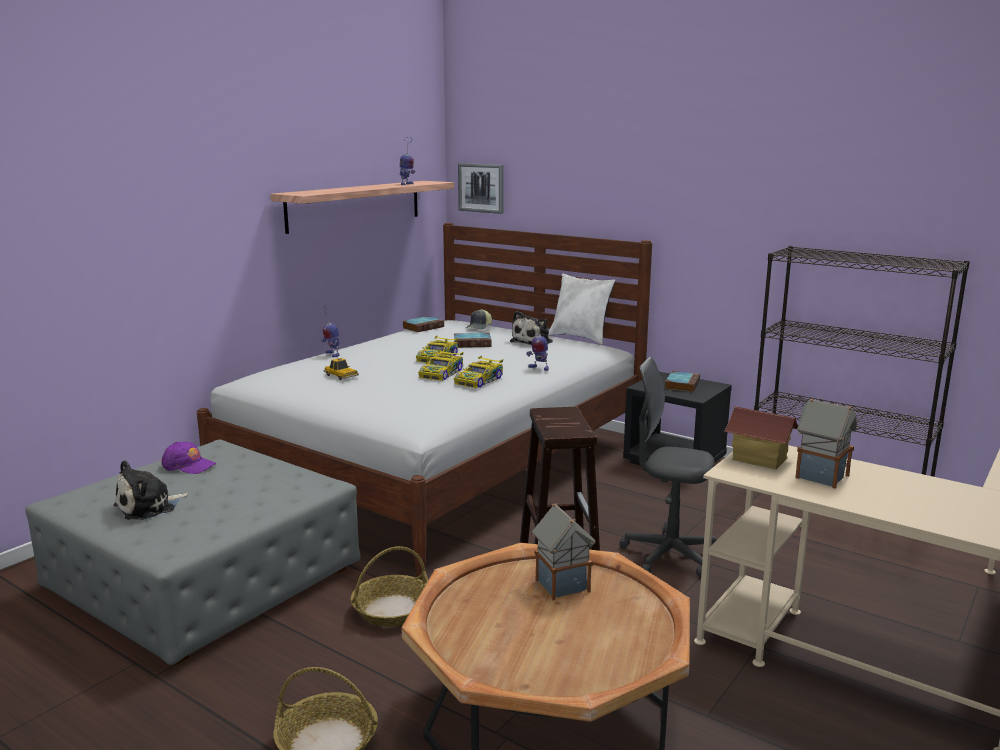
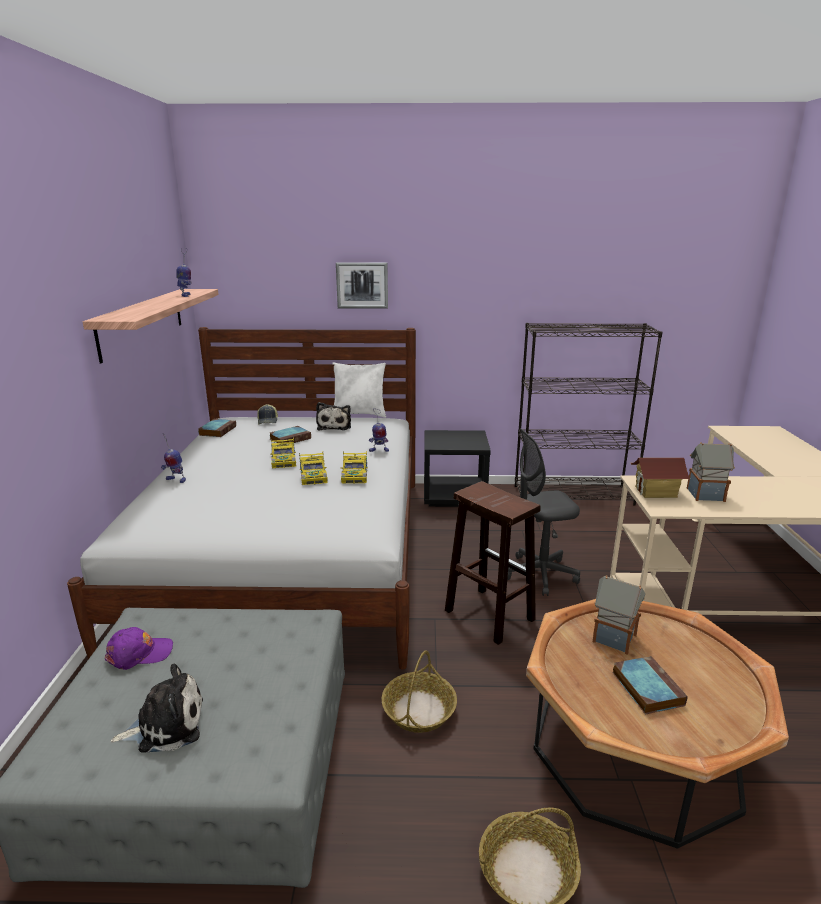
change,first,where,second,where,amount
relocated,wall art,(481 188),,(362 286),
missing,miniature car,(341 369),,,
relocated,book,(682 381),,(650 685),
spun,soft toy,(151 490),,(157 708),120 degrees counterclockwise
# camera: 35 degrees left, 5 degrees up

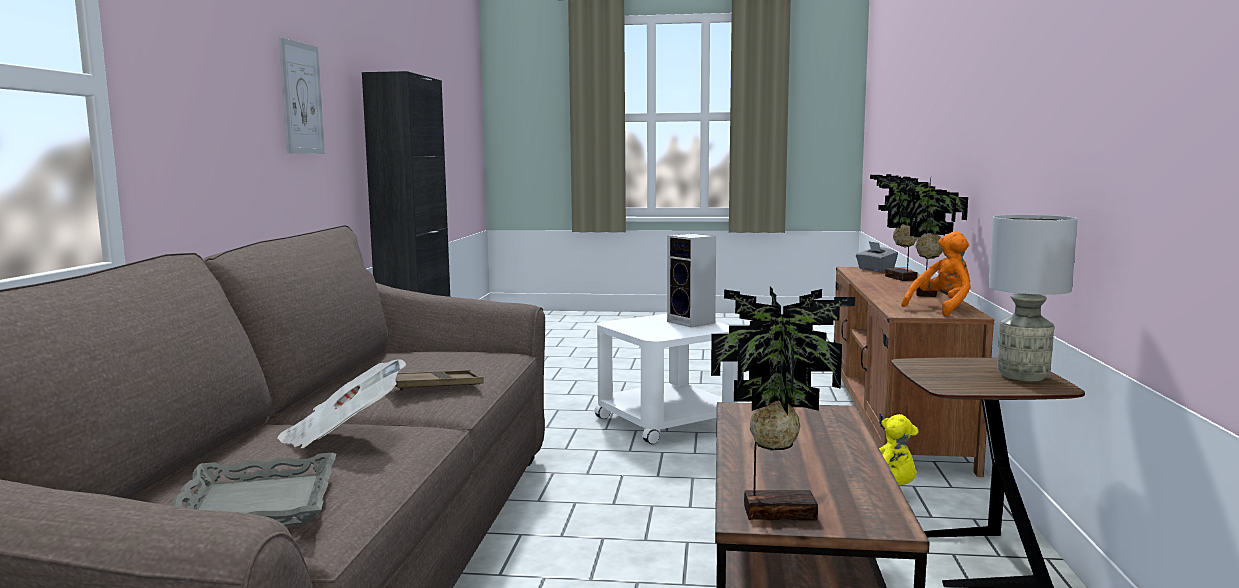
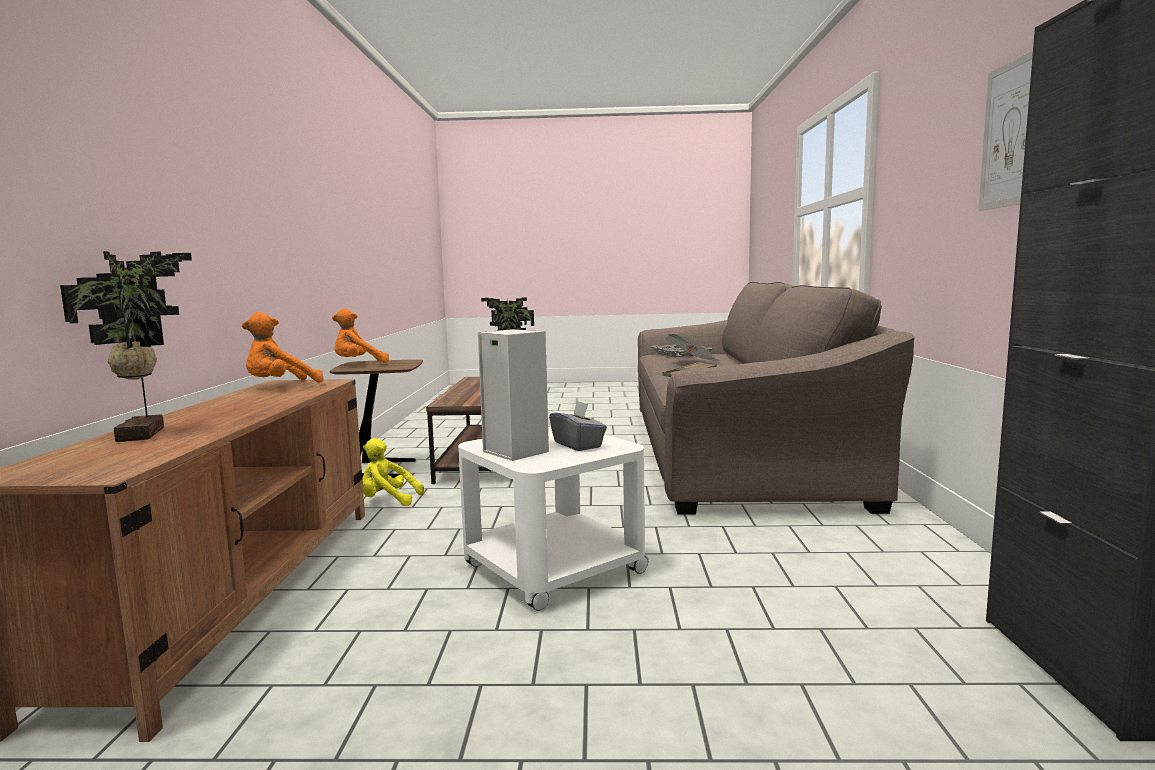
change,first,where,second,where,amount
missing,houseplant,(929 237),,,
exchanged,greyish tabletop lamp,(1033 298),orange soft toy,(360 335),
relocated,greyish box of tissues,(877 256),,(578 426),
# camera: 175 degrees right, 0 degrees up

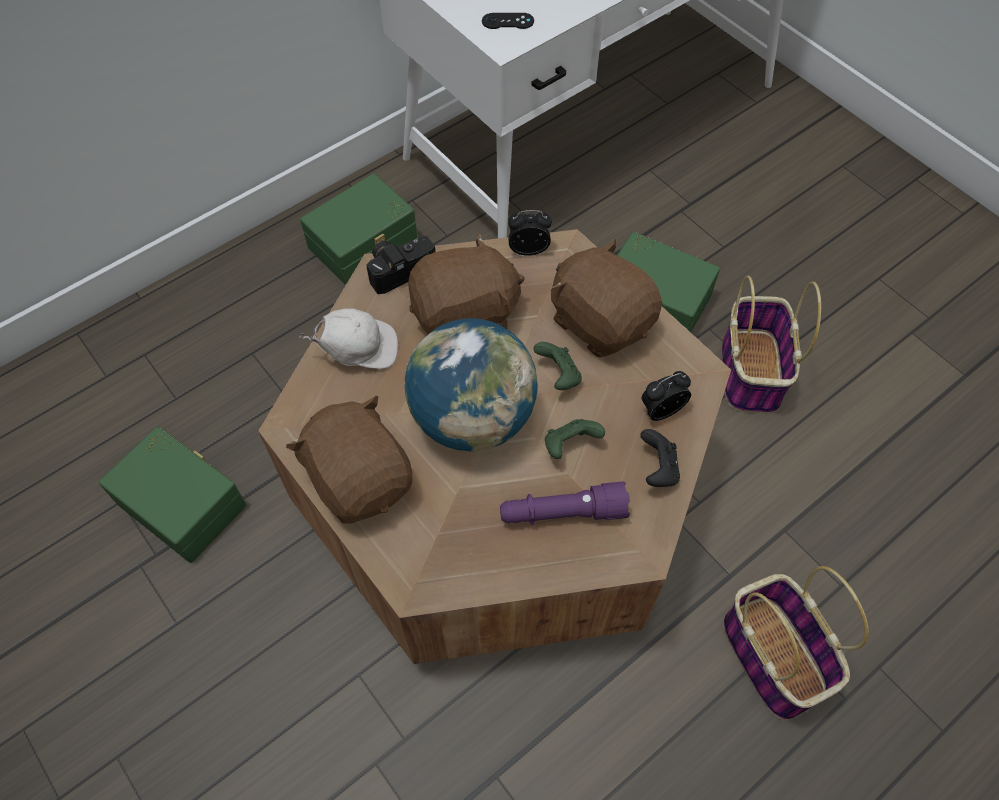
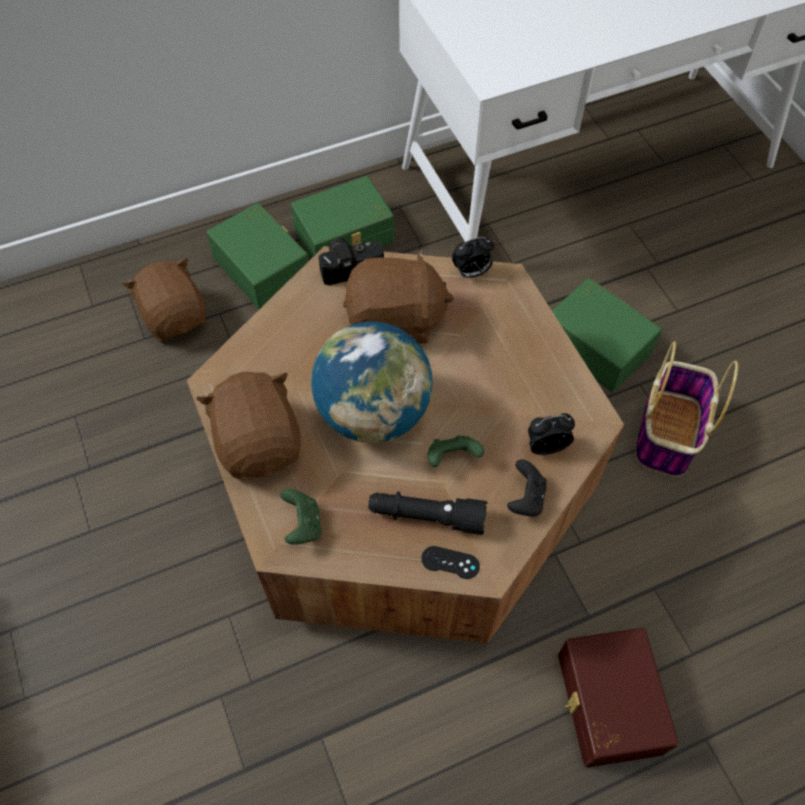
change,first,where,second,where,amount
relocated,black game controller,(508 21),,(450 562),
spun,bedside clock,(530 233),,(473 257),150 degrees clockwise
relocated,brown-coloured soft toy,(606 298),,(164 300),
missing,white-coloured peaked cap,(348 339),,,
relocated,green game controller,(558 366),,(301 517),
relocated,green storage box,(172 495),,(257 256),
colour,purple flashlight,(565 503),black flashlight,(428 513),
exchanged,storage basket,(796 643),brown-coloured storage box,(618 698),
# camera: 15 degrees right, 0 degrees up

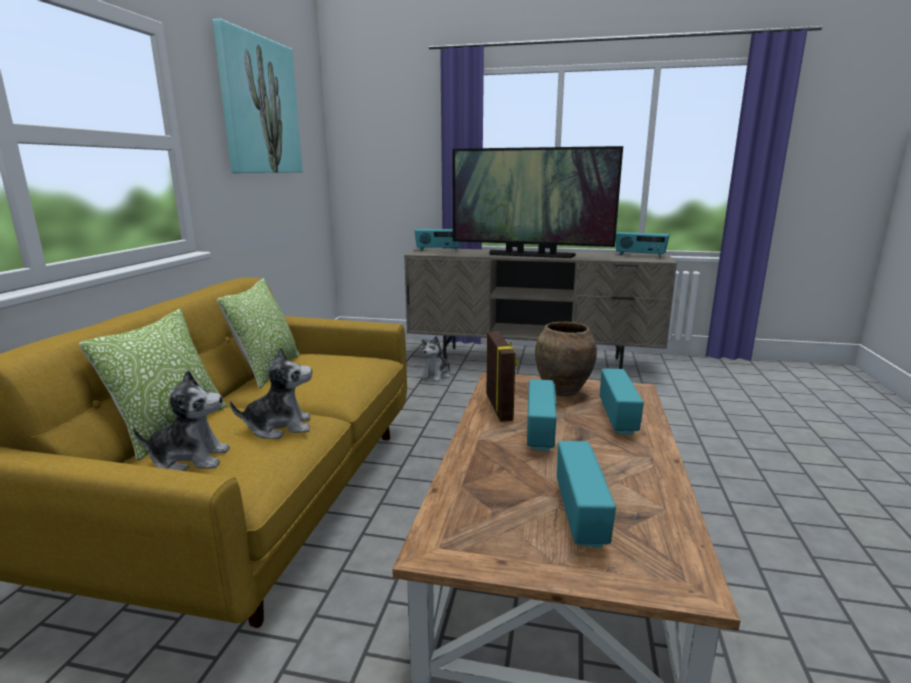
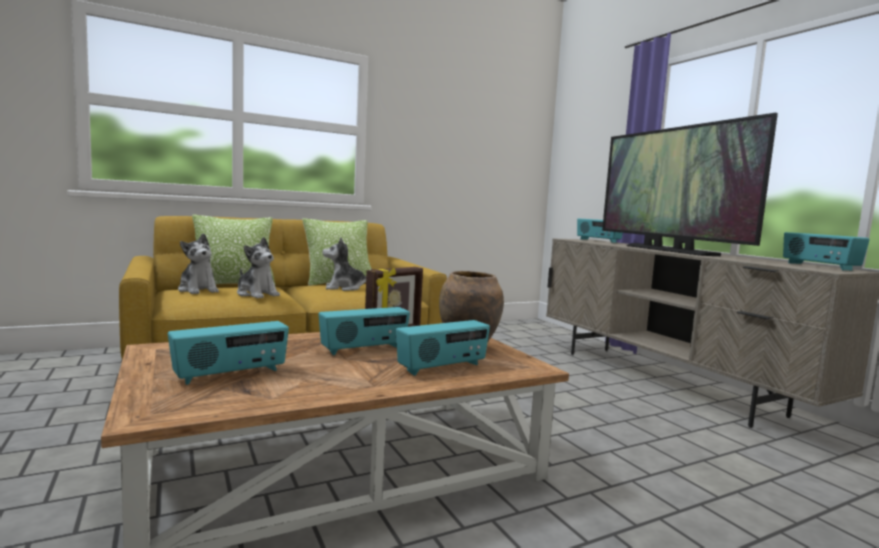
change,first,where,second,where,amount
missing,wall art,(258 96),,,
relocated,soft toy,(436 359),,(347 264),
# camera: 50 degrees right, 10 degrees down

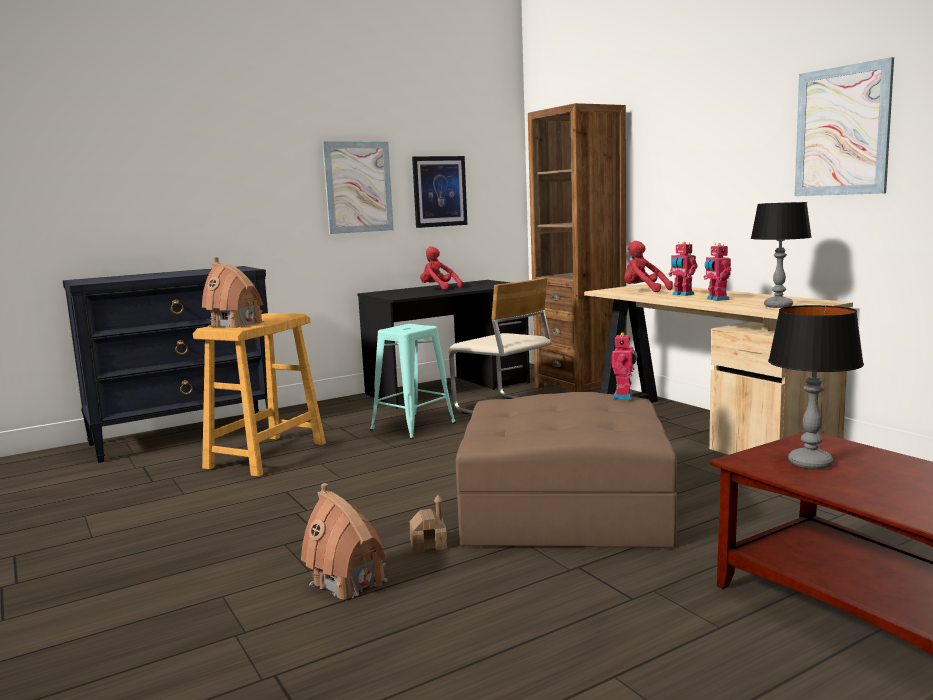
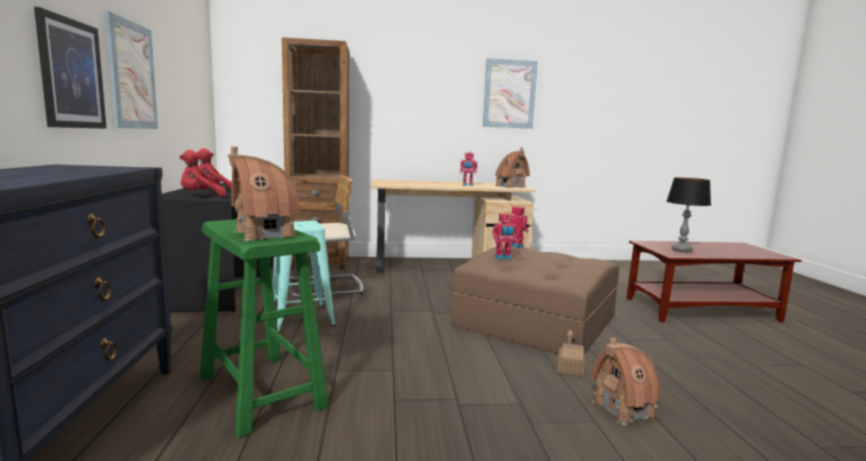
change,first,where,second,where,amount
relocated,wall art,(439 192),,(70 68),
exchanged,tabletop lamp,(781 255),miniature house,(512 168),
relocated,reddish soft toy,(648 266),,(202 173),
relocated,model robot,(683 269),,(504 235),
colour,sand-coloured stool,(259 395),green stool,(264 328),
# camera: 65 degrees left, 0 degrees up

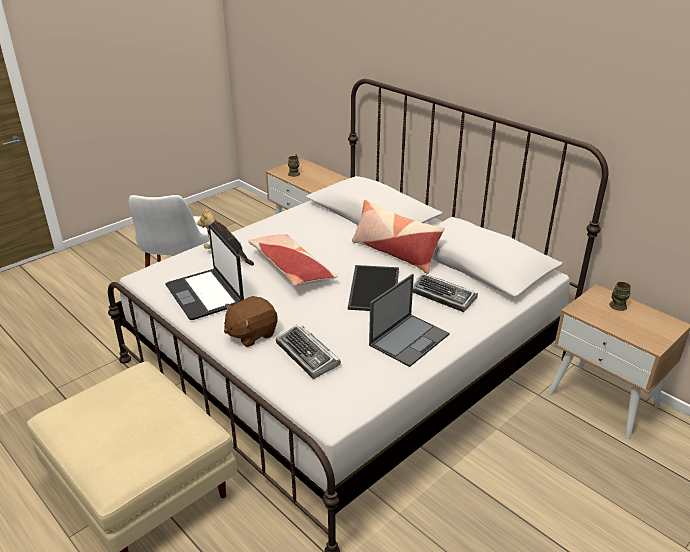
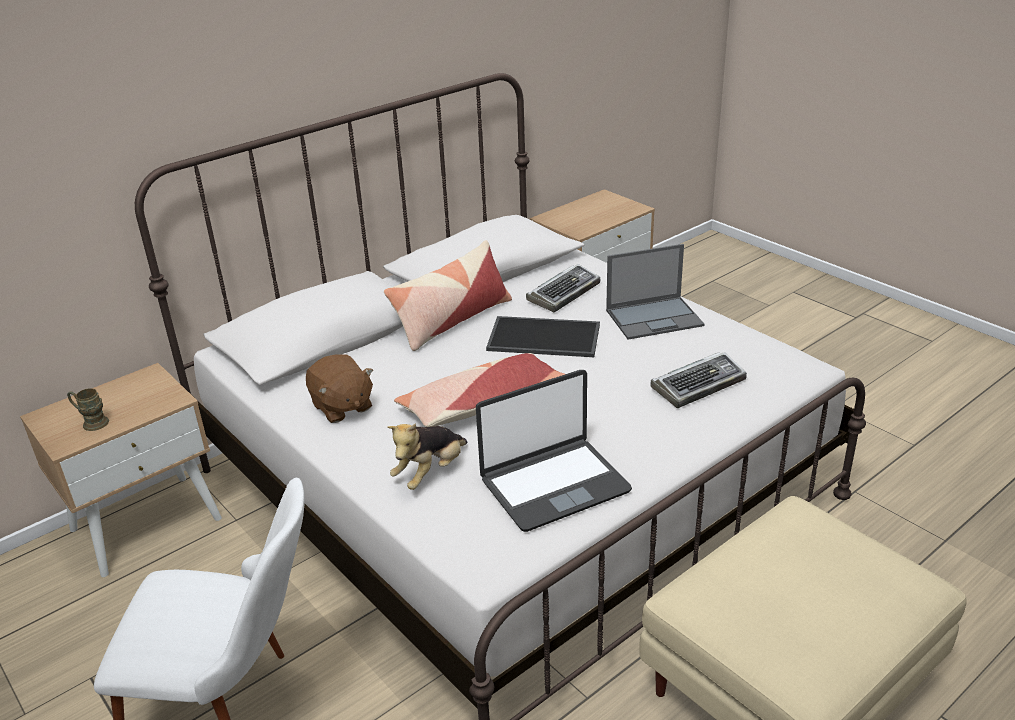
change,first,where,second,where,amount
spun,portable computer,(409 320),,(655 292),120 degrees clockwise
missing,brown-coloured mug,(620 296),,,
relocated,brown-coloured soft toy,(251 321),,(339 388),
# camera: 85 degrees left, 0 degrees up

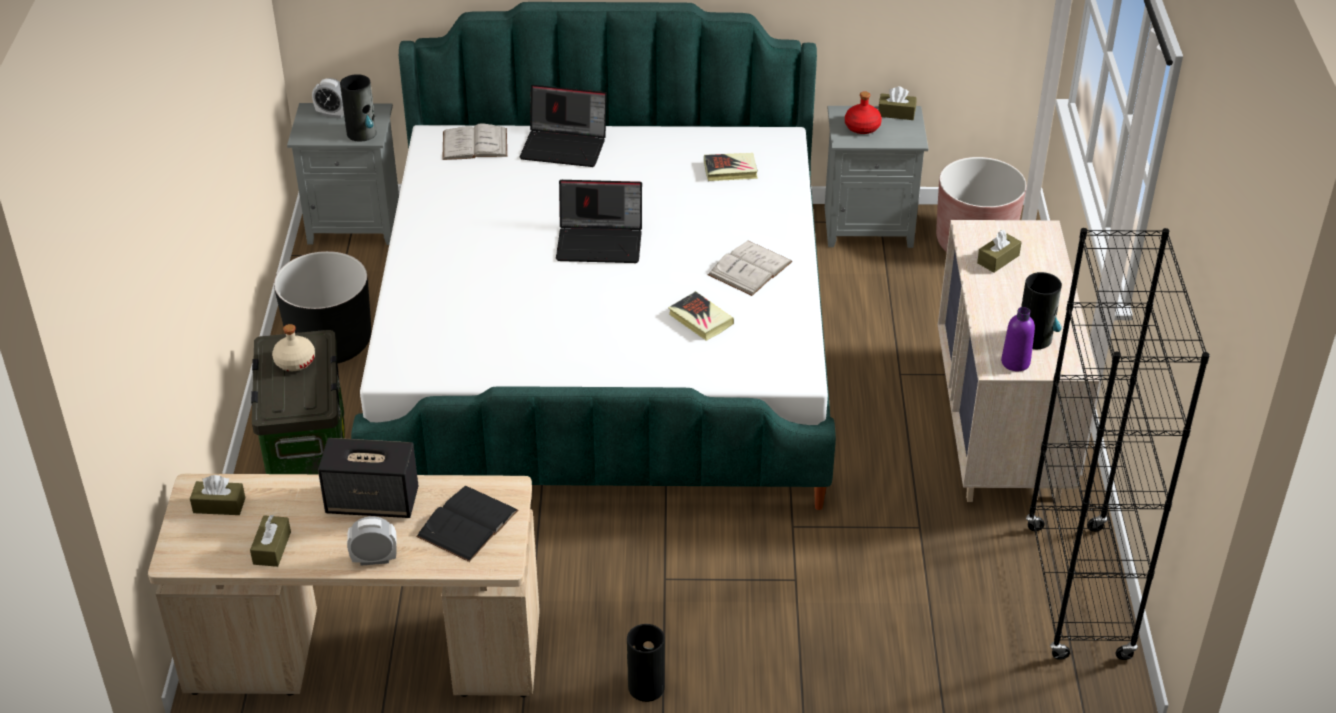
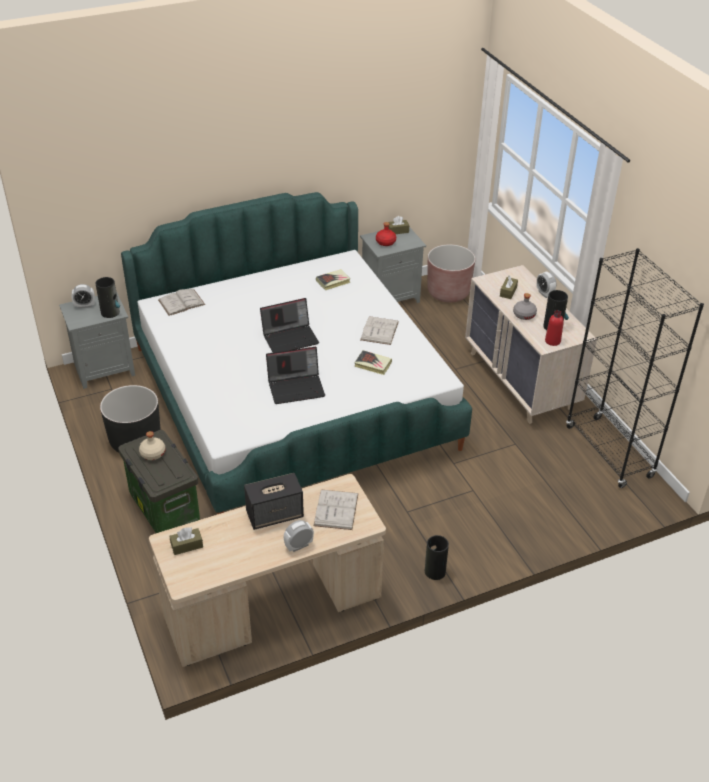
change,first,where,second,where,amount
relocated,portable computer,(563 126),,(295 375),
colour,purple beverage bottle,(1018 339),reddish beverage bottle,(554 328),
colour,black book,(467 524),white-coloured book,(336 509),
missing,brown-coloured box of tissues,(270 541),,,
appeared,,,bedside clock,(546 285),
appeared,,,greyish beverage bottle,(525 306),
# camera: 25 degrees left, 0 degrees up

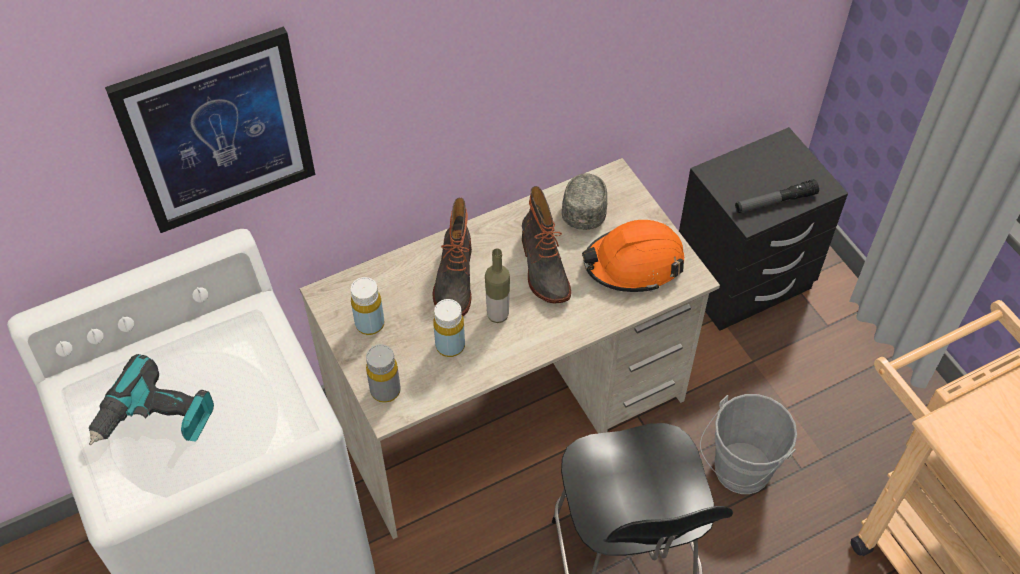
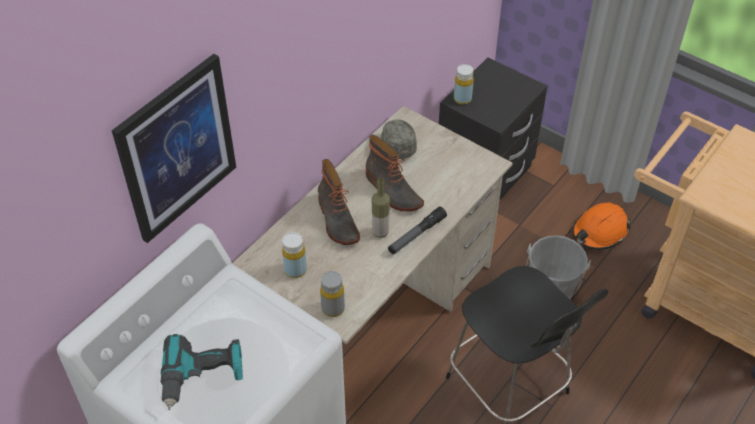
change,first,where,second,where,amount
relocated,flashlight,(777 196),,(417 230),
relocated,orange work helmet,(633 256),,(601 226),
relocated,yellowish beverage bottle,(449 328),,(464 84),
# camera: 25 degrees left, 5 degrees down

